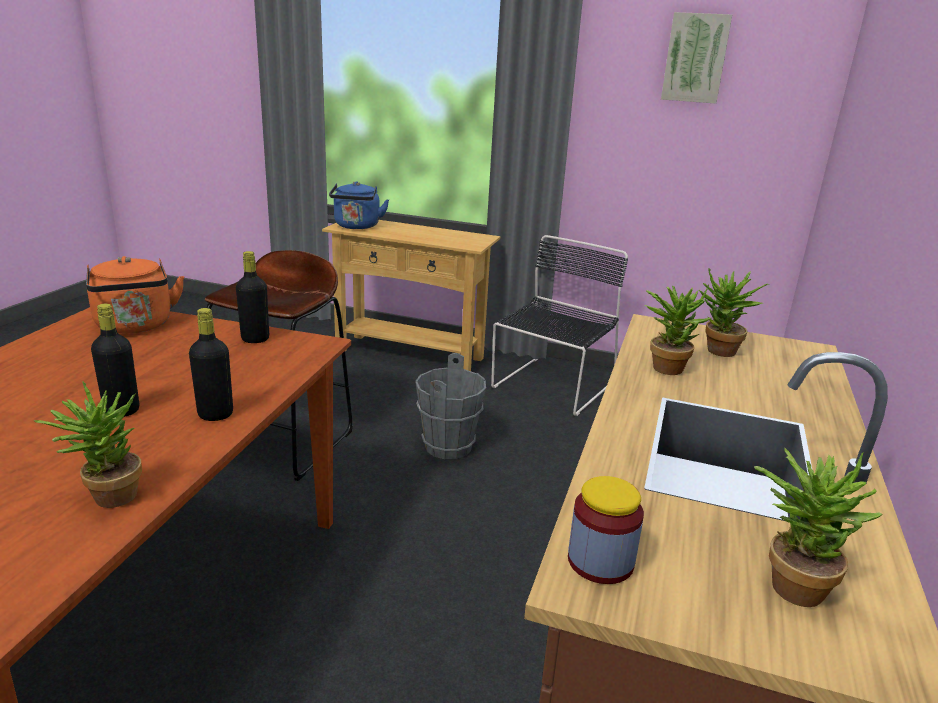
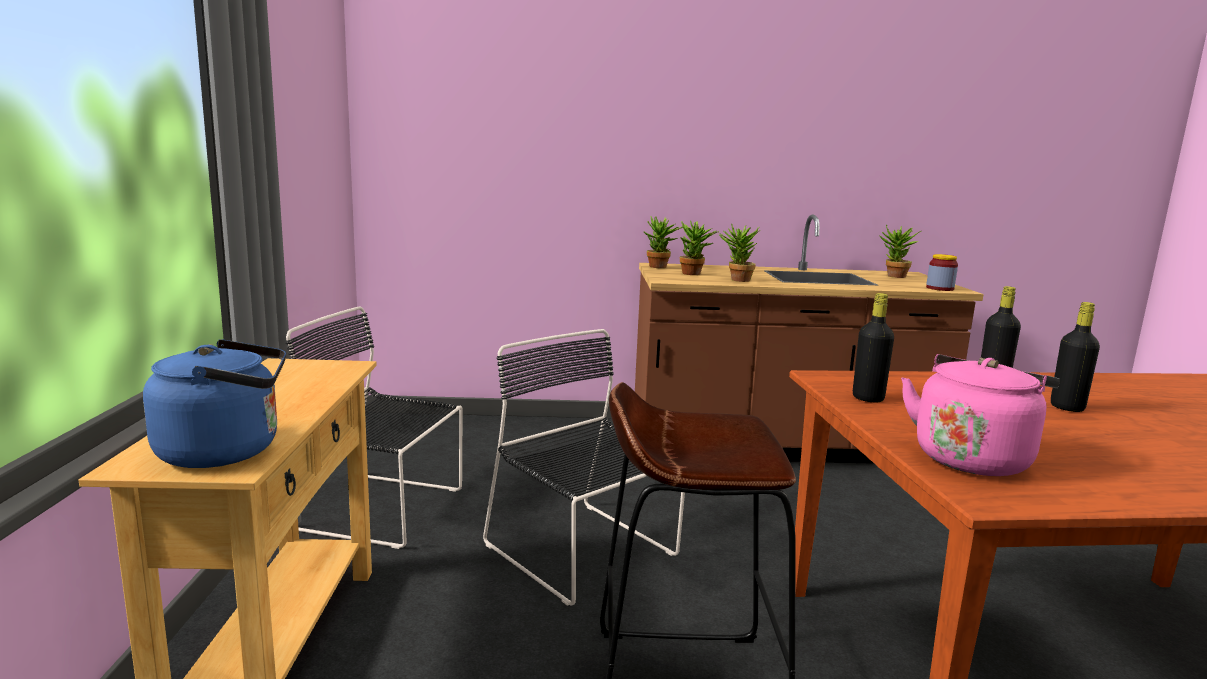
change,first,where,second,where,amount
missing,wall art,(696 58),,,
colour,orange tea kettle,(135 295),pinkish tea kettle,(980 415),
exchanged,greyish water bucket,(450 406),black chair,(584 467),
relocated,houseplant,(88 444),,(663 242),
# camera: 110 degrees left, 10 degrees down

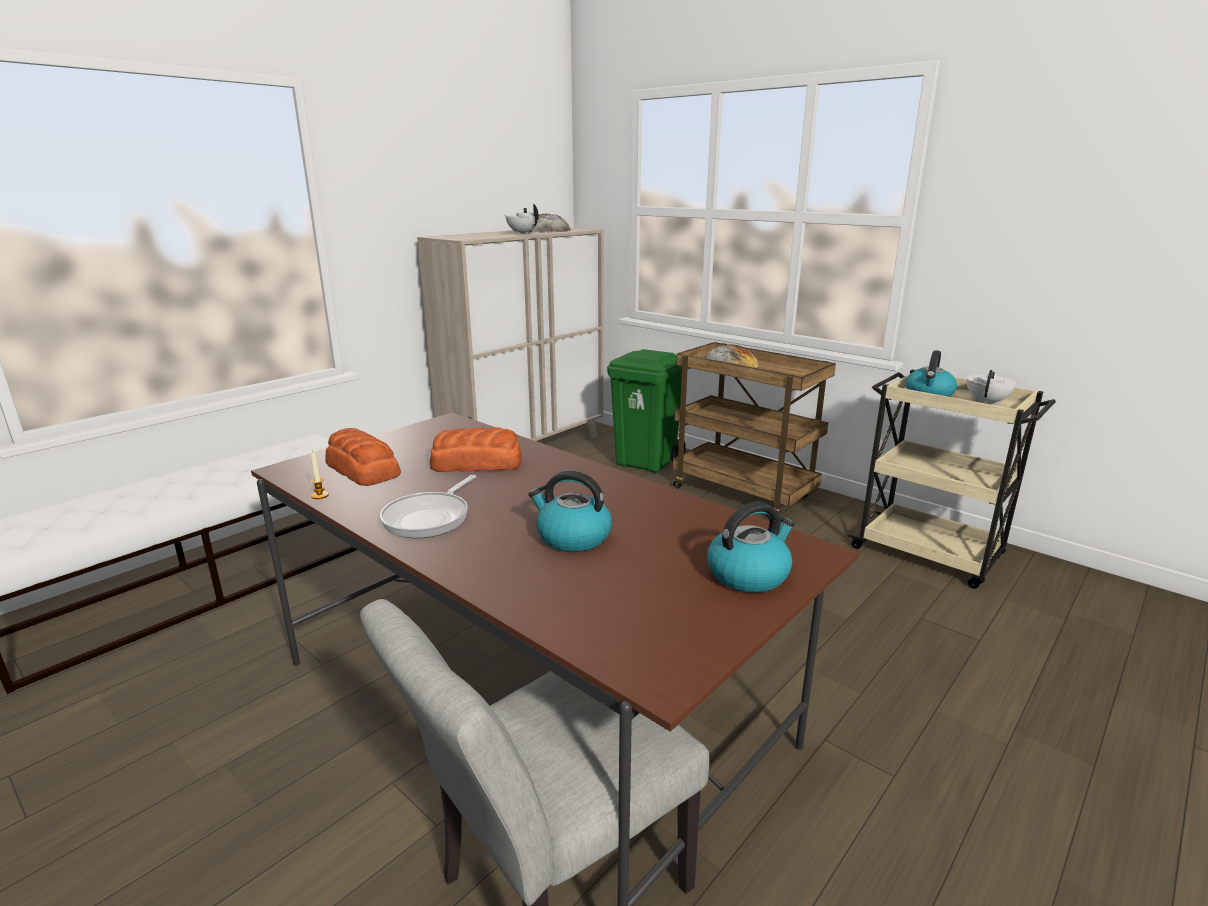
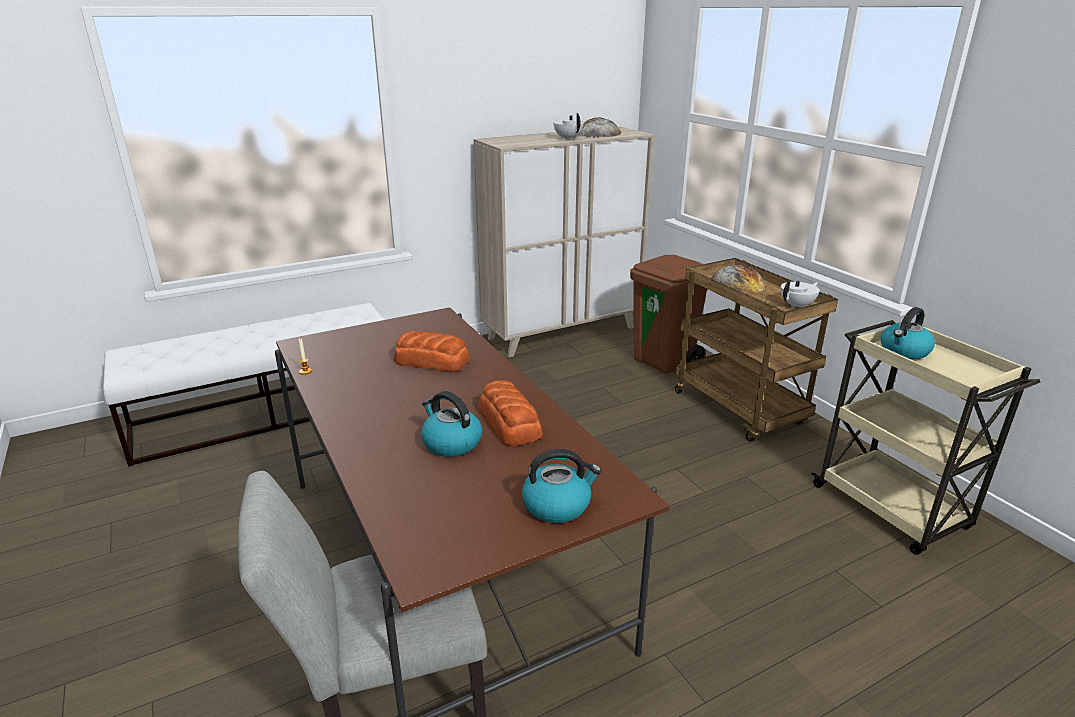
change,first,where,second,where,amount
colour,green trash can,(646 411),brown-coloured trash can,(668 314),
relocated,white-coloured teapot,(991 387),,(800 293),
relocated,bread,(363 457),,(511 413),
missing,frying pan,(428 506),,,
# camera: 20 degrees right, 5 degrees up

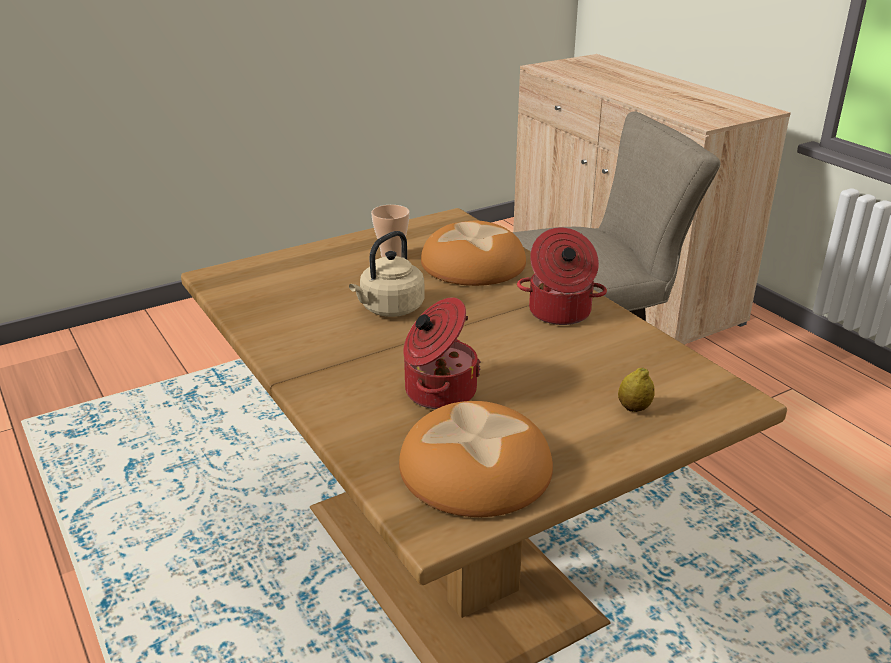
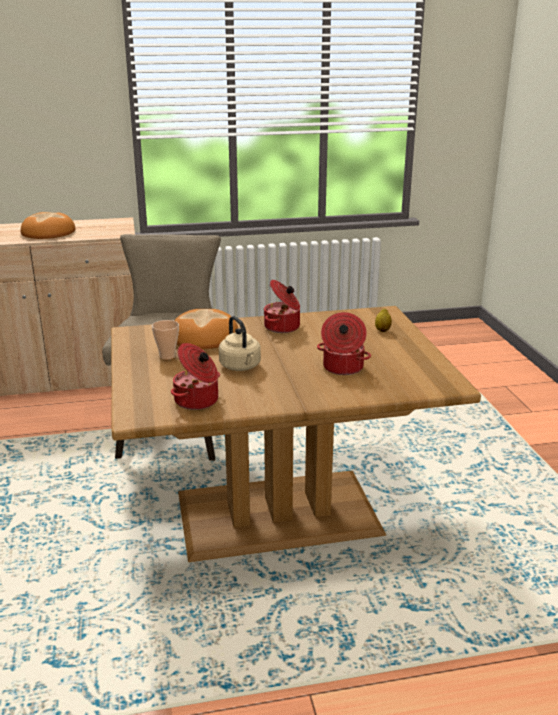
change,first,where,second,where,amount
relocated,bread,(476 459),,(48 225),
appeared,,,saucepot,(195 376),
# camera: 70 degrees left, 5 degrees down

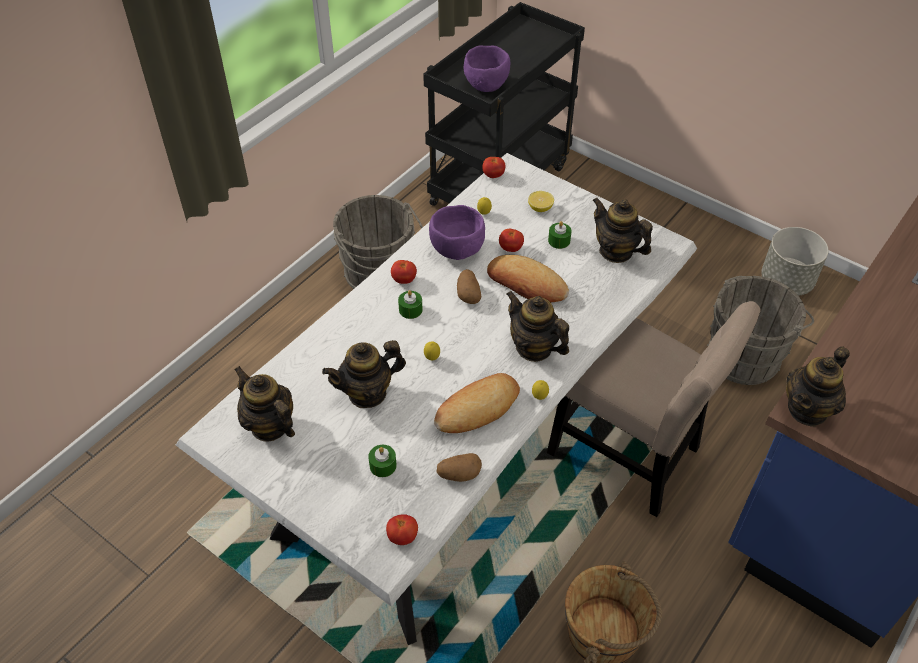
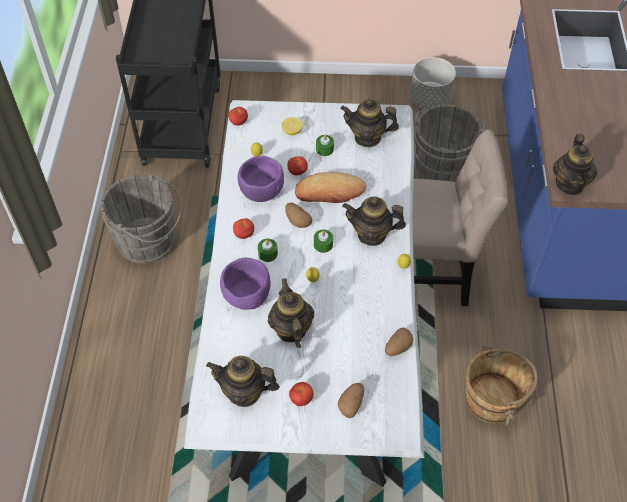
change,first,where,second,where,amount
relocated,purple deep dish,(487 69),,(245 284),
spun,teapot,(364 374),,(291 313),135 degrees clockwise
missing,bread,(477 403),,,
relocated,green wax candle,(382 461),,(323 241),
relocated,tomato,(402 529),,(301 394),
appeared,,,whole potato,(351 400),
# camera: 35 degrees left, 5 degrees up

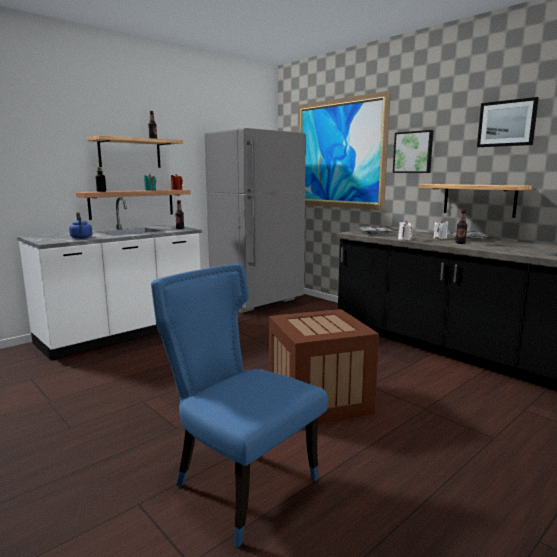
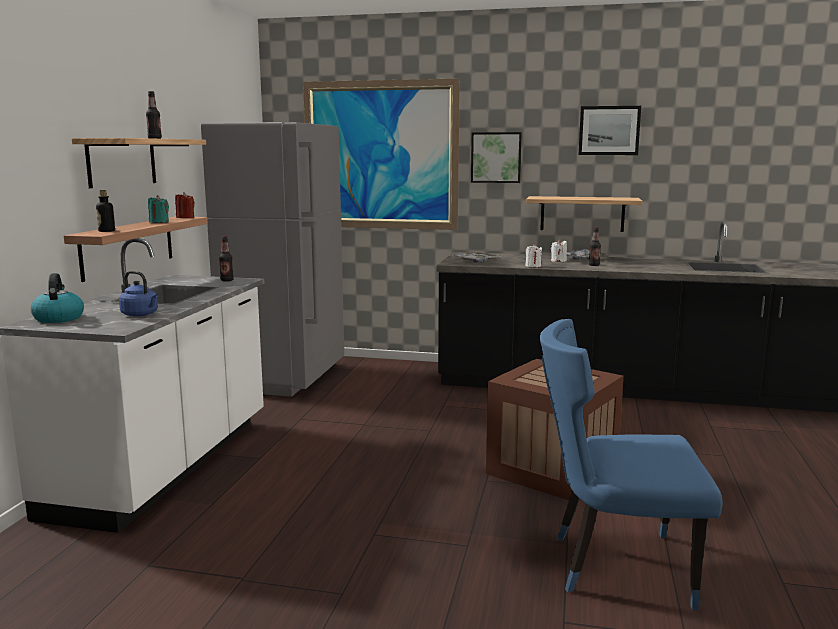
change,first,where,second,where,amount
appeared,,,tea kettle,(57 298),
# camera: 35 degrees left, 0 degrees up

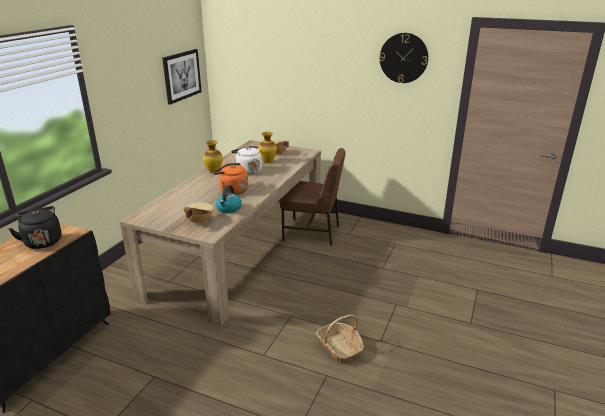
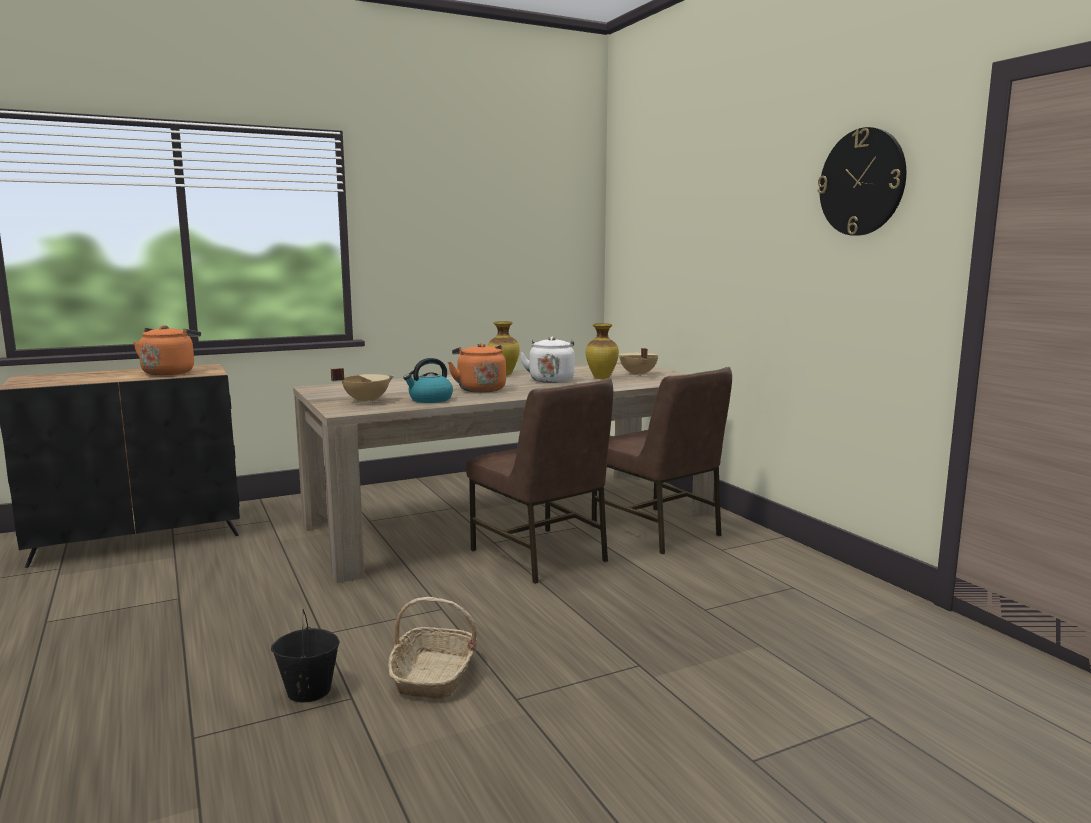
change,first,where,second,where,amount
missing,wall art,(182 77),,,
colour,black tea kettle,(35 227),orange tea kettle,(167 350),
appeared,,,brown-coloured chair,(539 481),
appeared,,,black water bucket,(305 655),
# camera: 40 degrees right, 15 degrees down

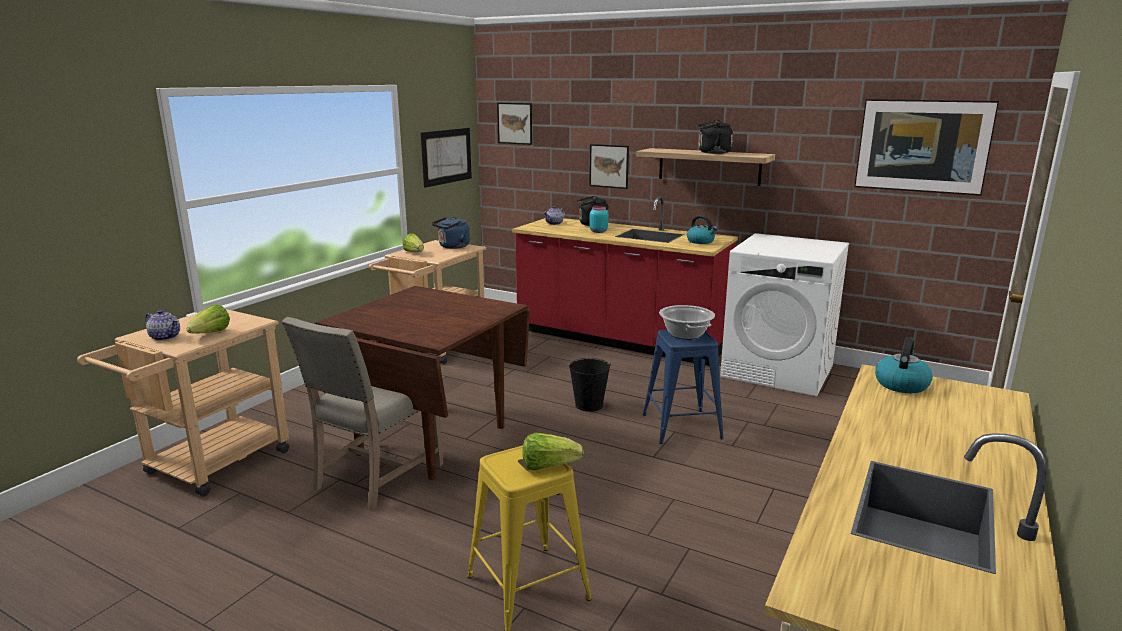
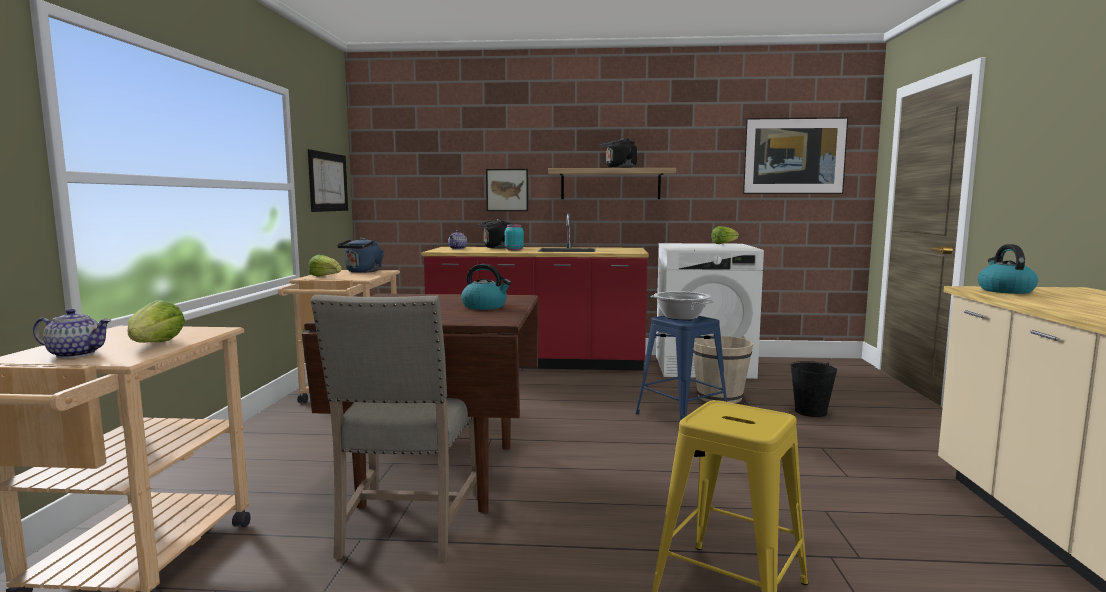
change,first,where,second,where,amount
missing,wall art,(514 124),,,
relocated,tea kettle,(702 229),,(486 287),
relocated,black water bucket,(589 385),,(813 389),
relocated,lettuce head,(553 451),,(725 235),
appeared,,,sand-coloured water bucket,(723 369),
# camera: 25 degrees left, 10 degrees down

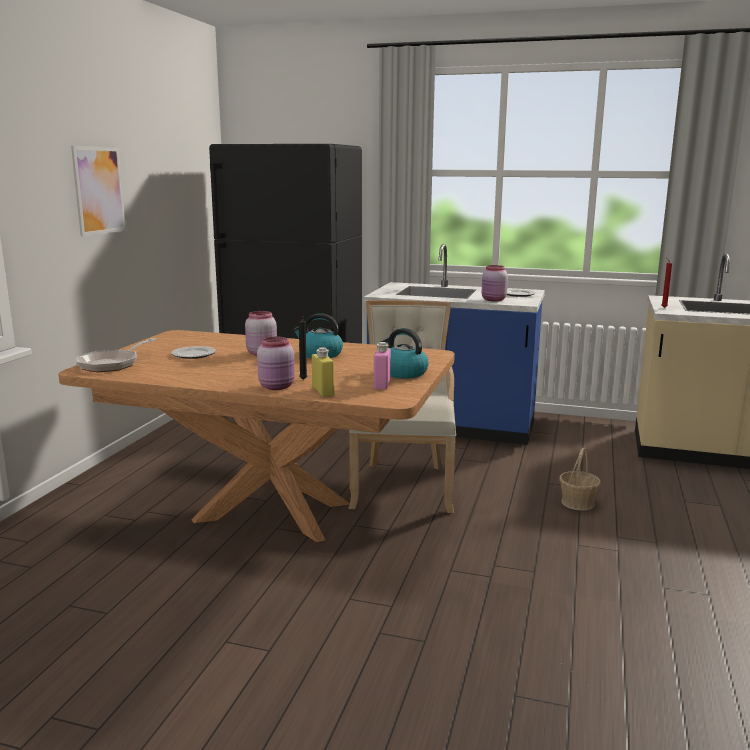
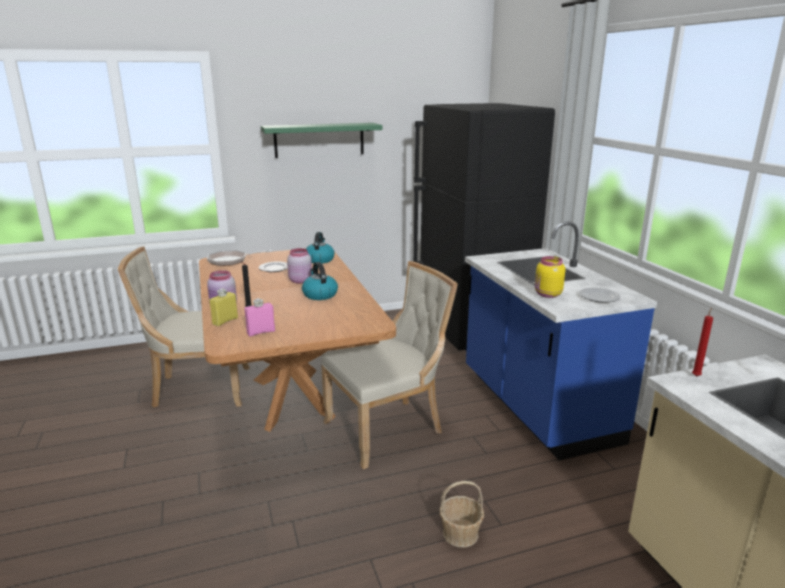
change,first,where,second,where,amount
exchanged,wall art,(98 191),green wall shelf,(321 140),
colour,pinkish preserve jar,(495 283),yellowish preserve jar,(550 277),
relocated,tea kettle,(405 353),,(320 248),
appeared,,,sand-coloured chair,(184 327),
# camera: 55 degrees right, 5 degrees up

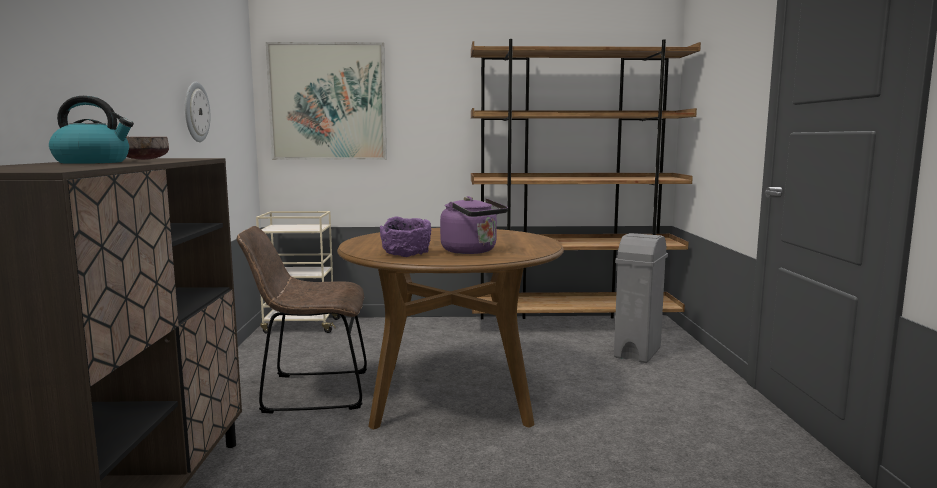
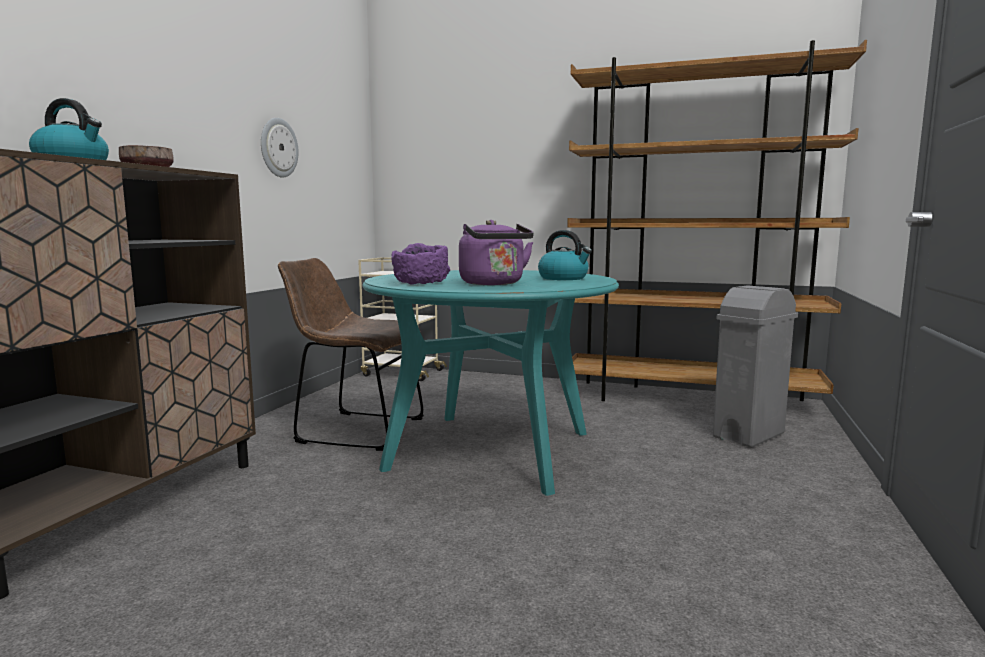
change,first,where,second,where,amount
missing,wall art,(326 101),,,
colour,brown-coloured dining table,(450 328),turquoise dining table,(490 383),
appeared,,,tea kettle,(565 255),
# camera: 20 degrees right, 0 degrees up

